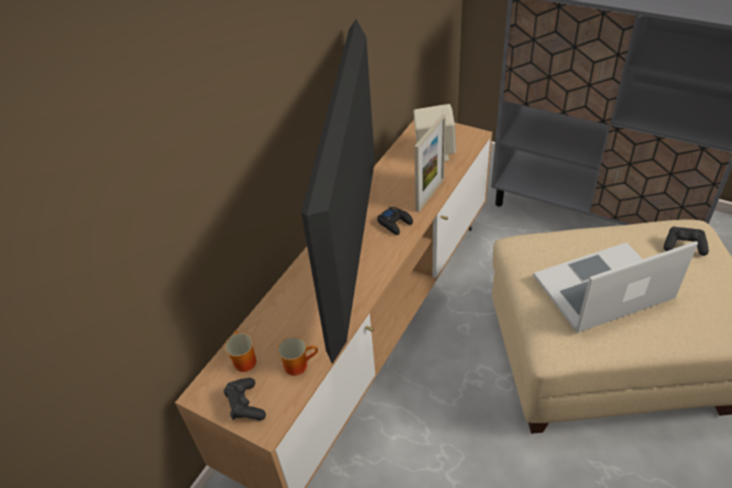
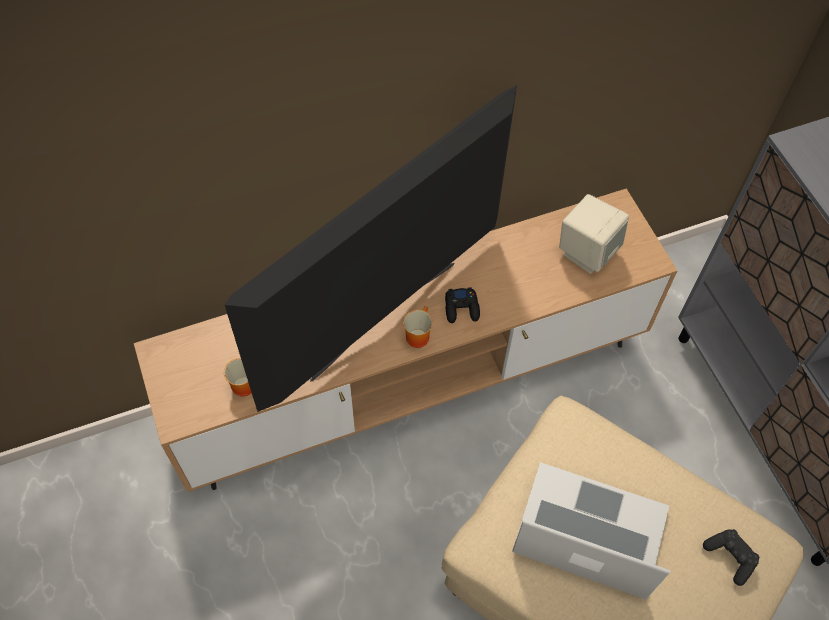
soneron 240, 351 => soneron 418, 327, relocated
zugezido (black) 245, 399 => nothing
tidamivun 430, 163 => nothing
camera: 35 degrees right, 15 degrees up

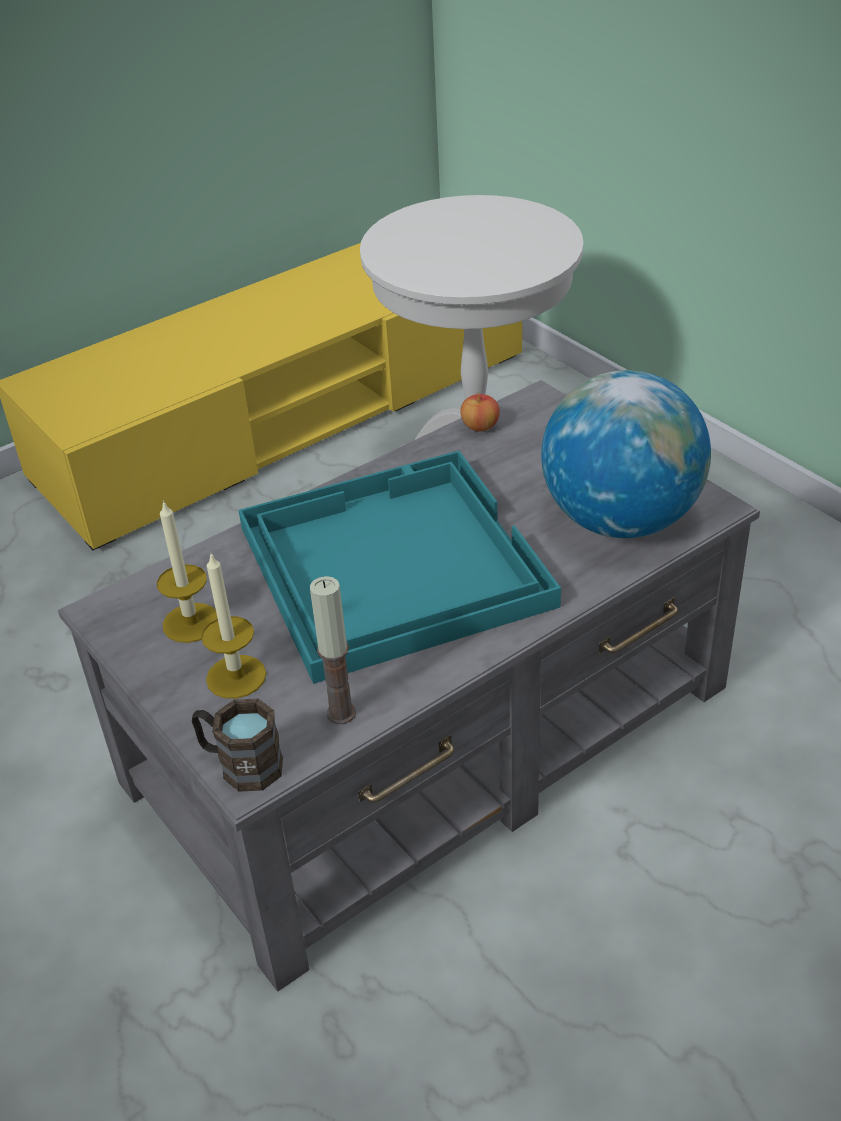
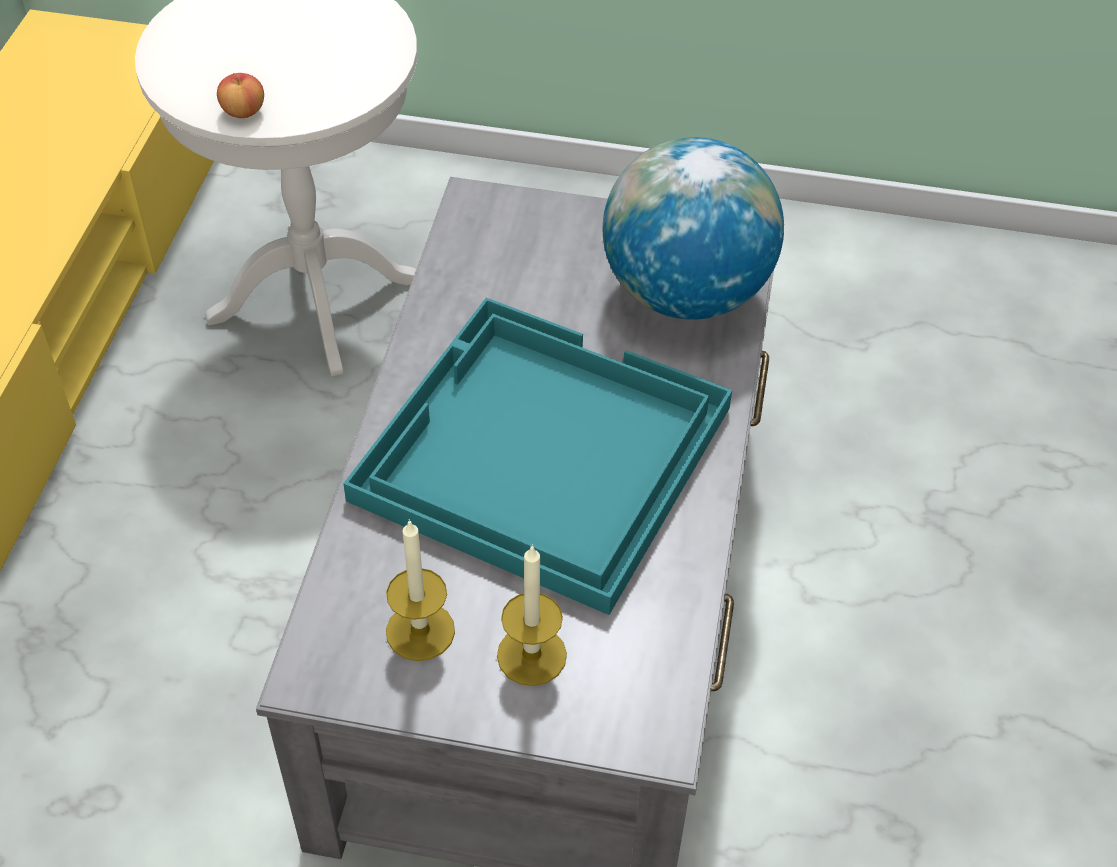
soneron (brown) 237, 744 => nothing
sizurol 333, 650 => nothing
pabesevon 480, 412 => pabesevon 240, 95, relocated
camera: 45 degrees left, 10 degrees up

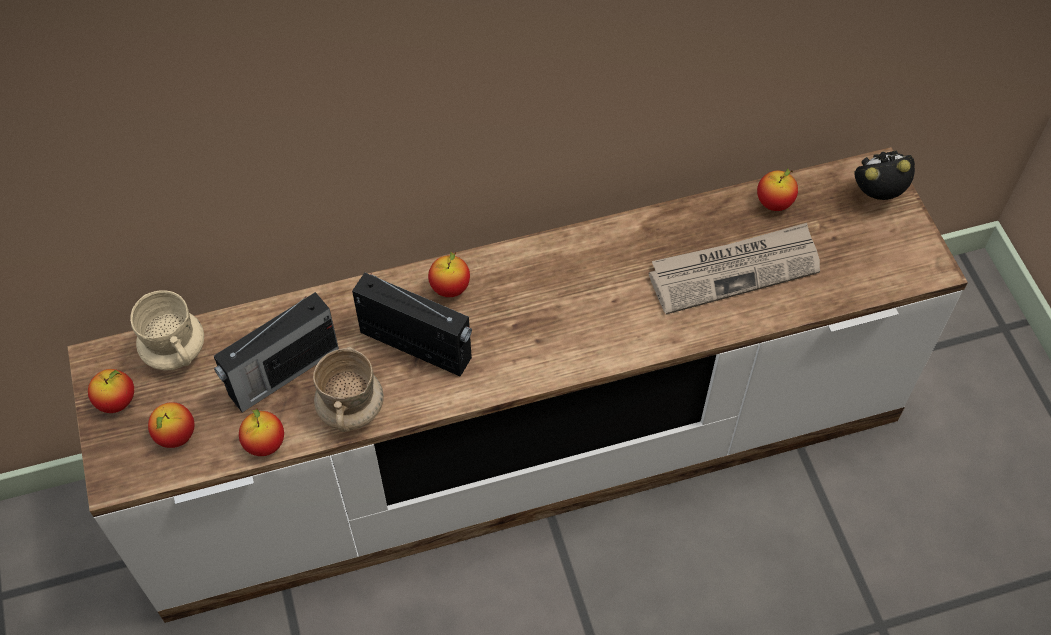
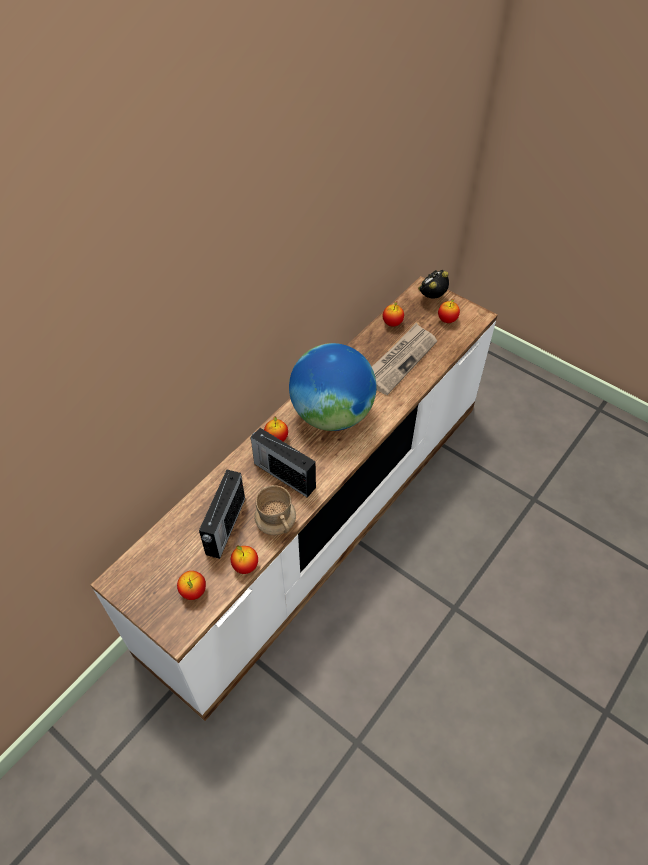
pabesevon 111, 391 => pabesevon 449, 311, relocated
soneron (beige) 167, 330 => nothing
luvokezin 412, 325 => luvokezin 283, 463, 135 degrees counterclockwise
nothing => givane 333, 387
camera: 35 degrees left, 5 degrees down

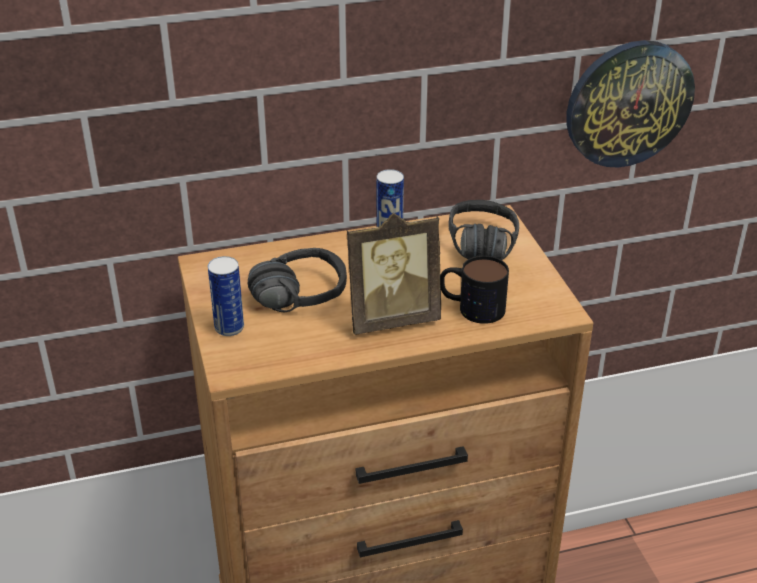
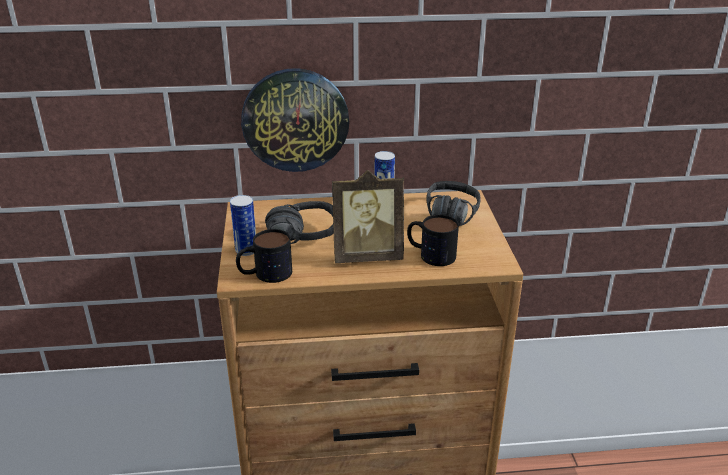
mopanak 630, 104 => mopanak 295, 120, relocated
nothing => soneron 264, 256
camera: 10 degrees right, 5 degrees down

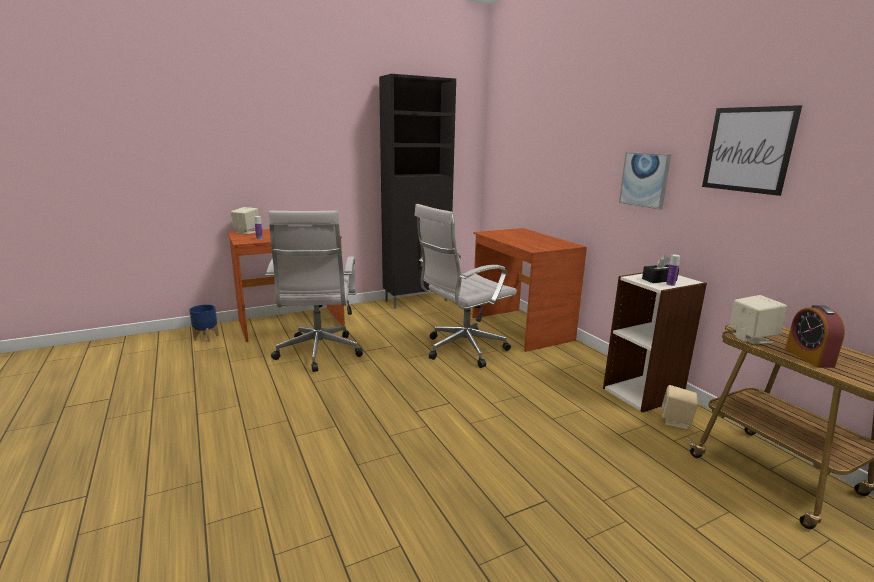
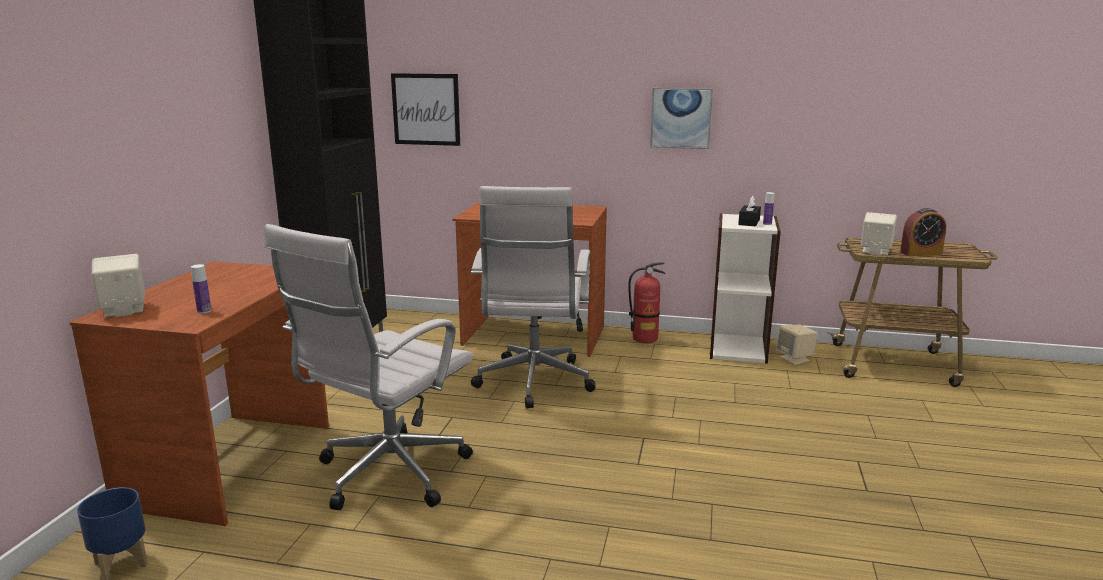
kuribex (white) 314, 291 => kuribex (white) 368, 367, 90 degrees clockwise
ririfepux 752, 150 => ririfepux 425, 109, relocated
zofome 815, 336 => zofome 923, 232, 45 degrees counterclockwise
nothing => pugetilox 647, 302
camera: 50 degrees left, 0 degrees up

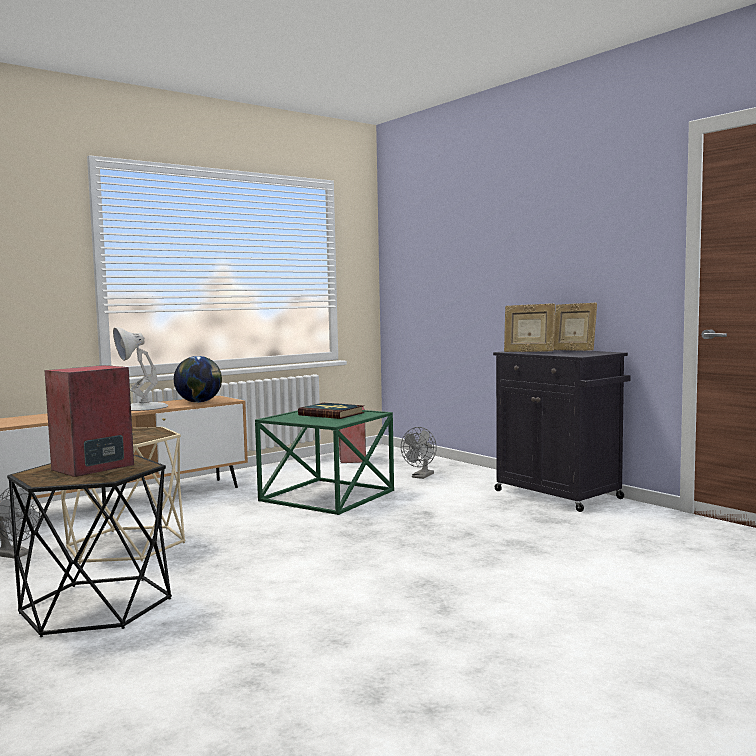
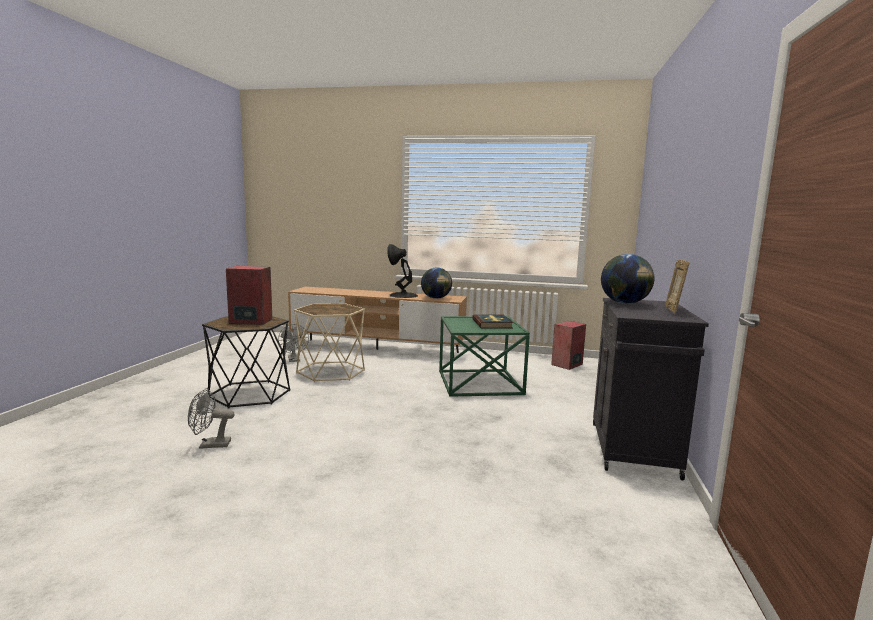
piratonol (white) 140, 369 => piratonol (black) 402, 271
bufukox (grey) 419, 453 => bufukox (grey) 211, 418, relocated
tidamivun 529, 327 => givane 628, 279
camera: 50 degrees right, 5 degrees up

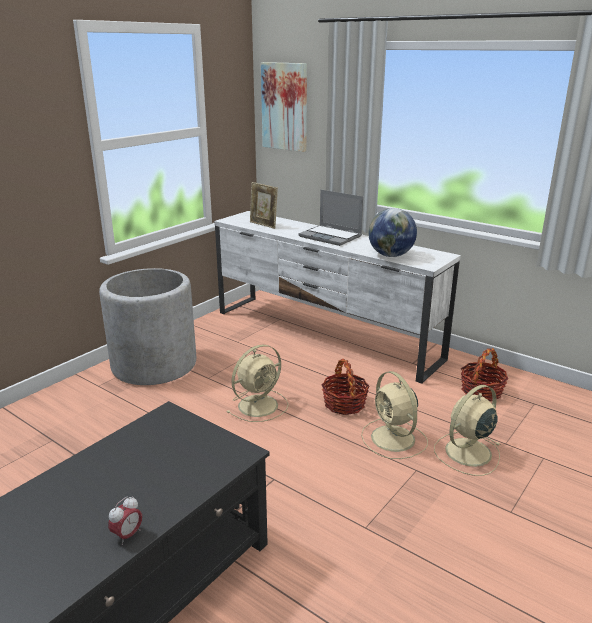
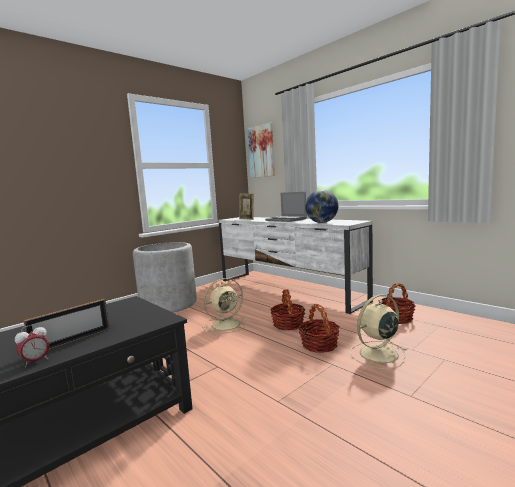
bufukox (beige) 394, 415 => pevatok 319, 328
nothing => tidamivun 66, 324
camera: 10 degrees right, 15 degrees down

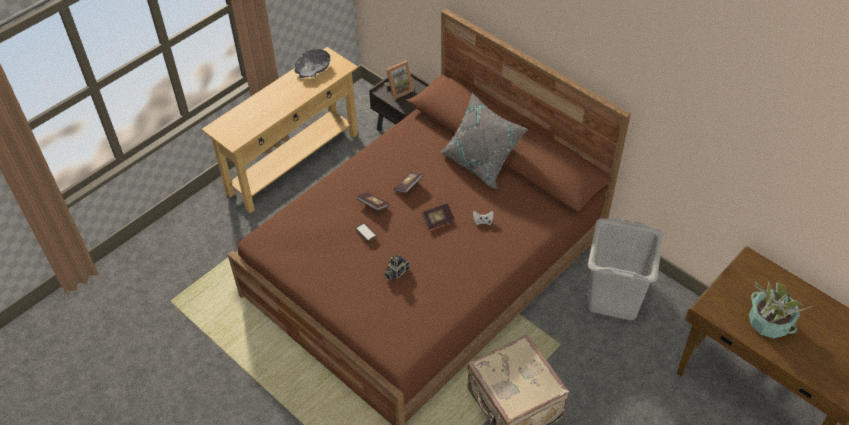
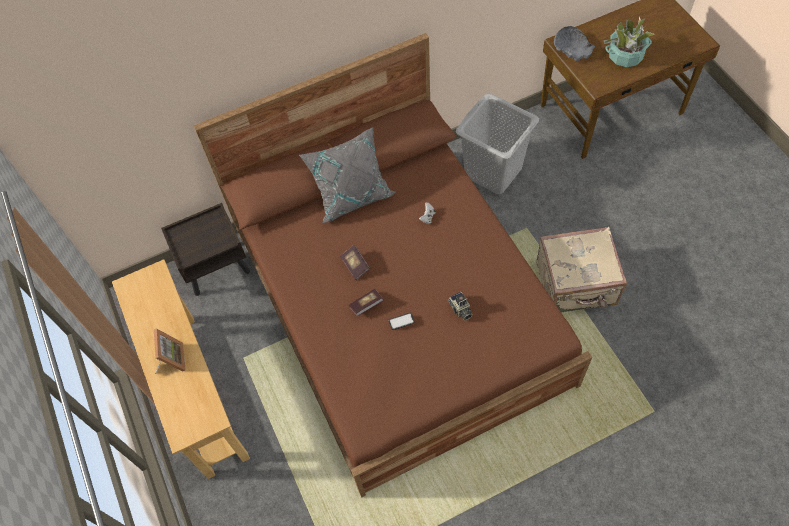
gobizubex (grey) 312, 63 => gobizubex (grey) 574, 43, relocated
tidamivun 399, 80 => tidamivun 170, 351, relocated
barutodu 438, 216 => nothing
camera: 65 degrees left, 10 degrees up

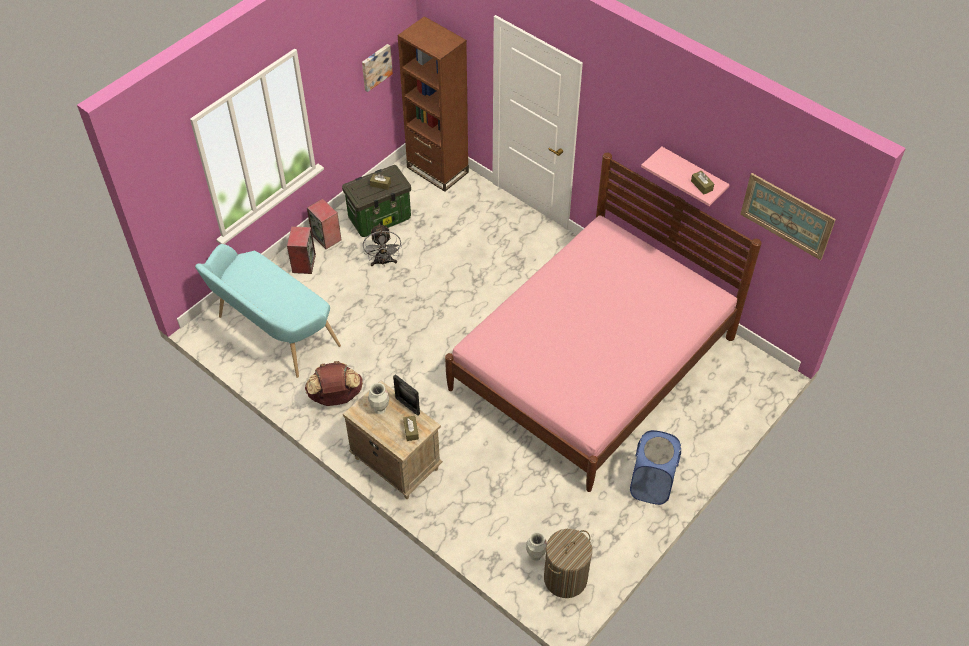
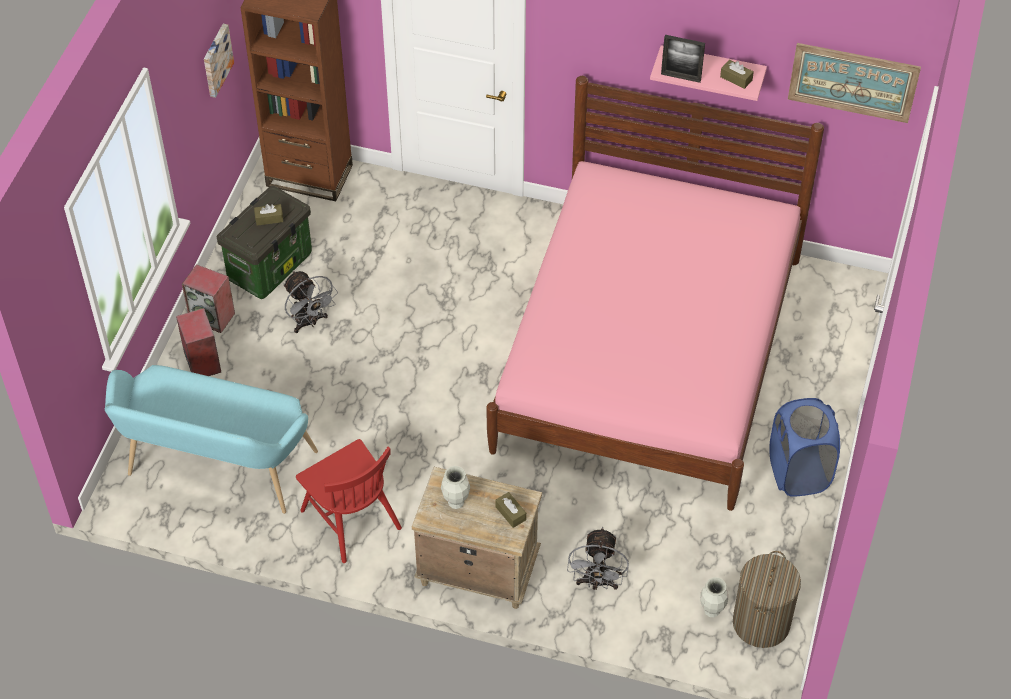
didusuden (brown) 334, 383 => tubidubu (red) 349, 501
tidamivun 406, 395 => tidamivun 683, 59, relocated
nothing => bufukox (grey) 598, 558
camera: 25 degrees left, 0 degrees up

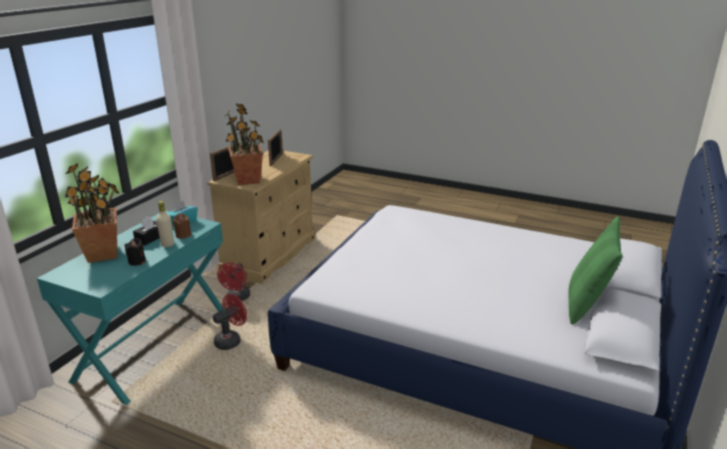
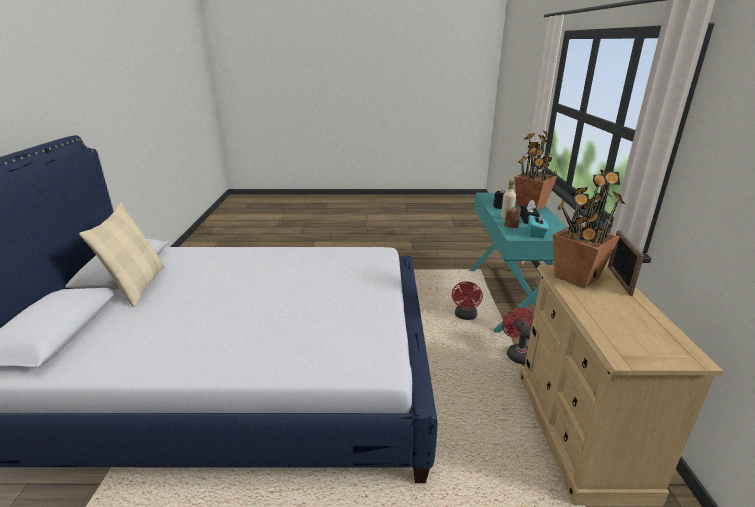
tidamivun 275, 147 => nothing
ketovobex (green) 595, 270 => ketovobex (beige) 122, 254
camera: 155 degrees right, 0 degrees up

